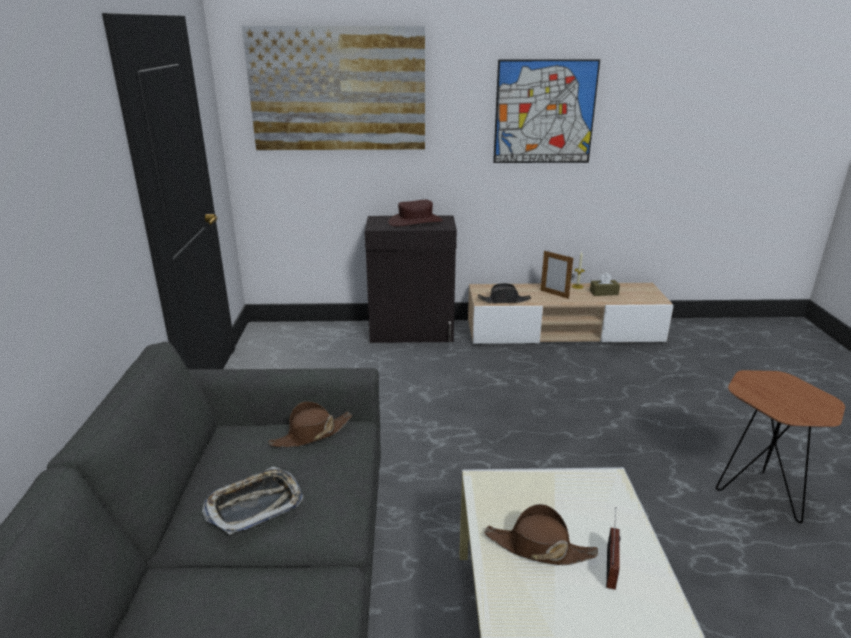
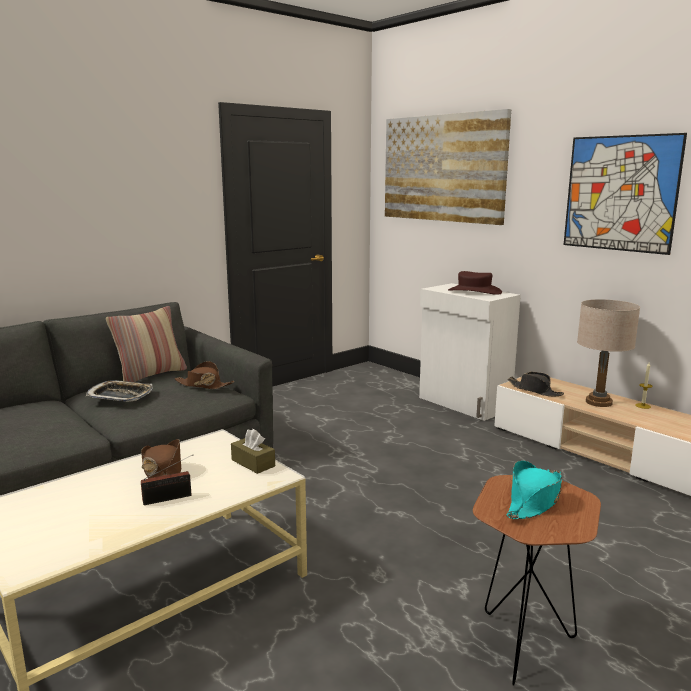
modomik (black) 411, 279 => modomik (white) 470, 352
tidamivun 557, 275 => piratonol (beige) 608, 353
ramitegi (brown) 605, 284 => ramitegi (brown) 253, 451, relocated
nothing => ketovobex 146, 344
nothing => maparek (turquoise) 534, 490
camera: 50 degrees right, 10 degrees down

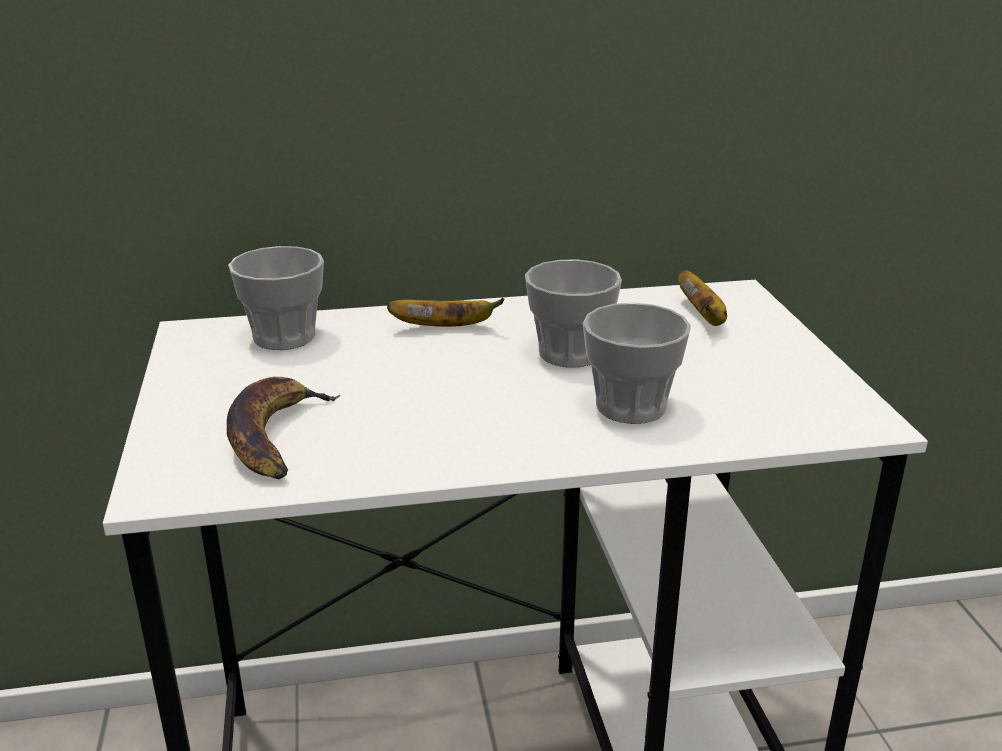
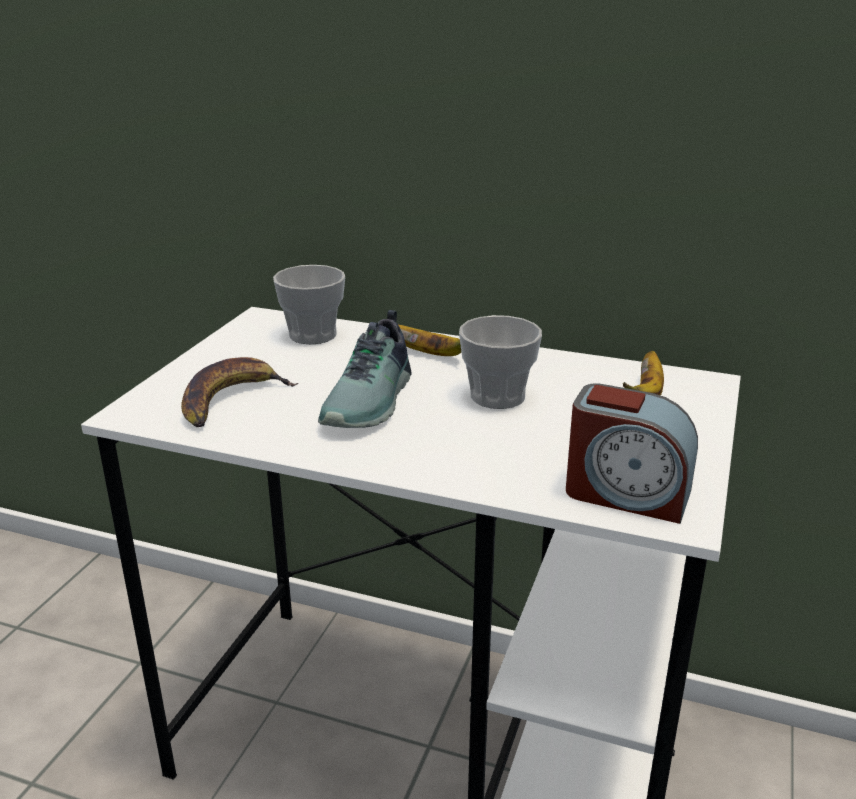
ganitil 637, 363 => nothing
nothing => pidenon 364, 369
nothing => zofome 632, 453
camera: 30 degrees right, 0 degrees up

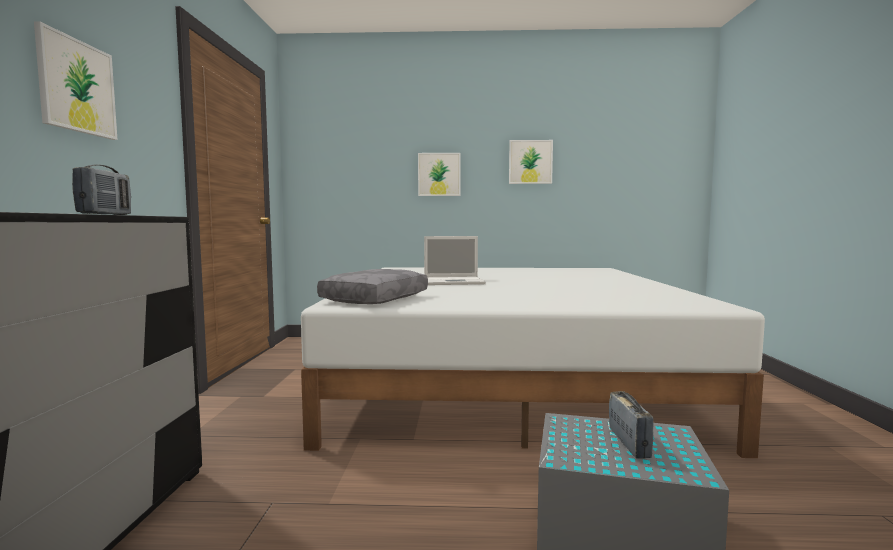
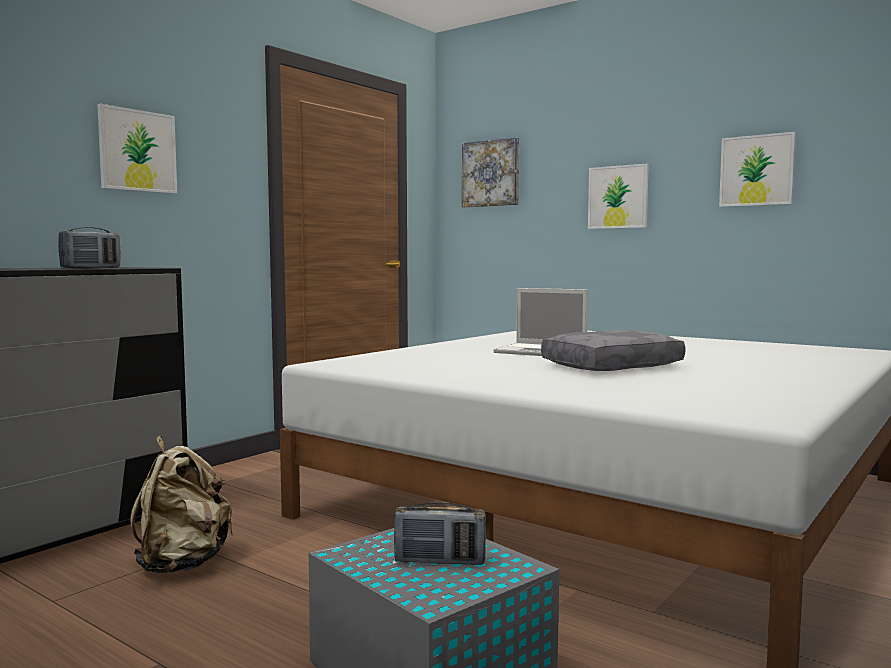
ketovobex (grey) 372, 286 => ketovobex (grey) 613, 350, relocated
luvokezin 631, 425 => luvokezin 440, 533, 60 degrees clockwise
nothing => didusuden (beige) 181, 504
nothing => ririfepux 490, 172
camera: 35 degrees right, 0 degrees up

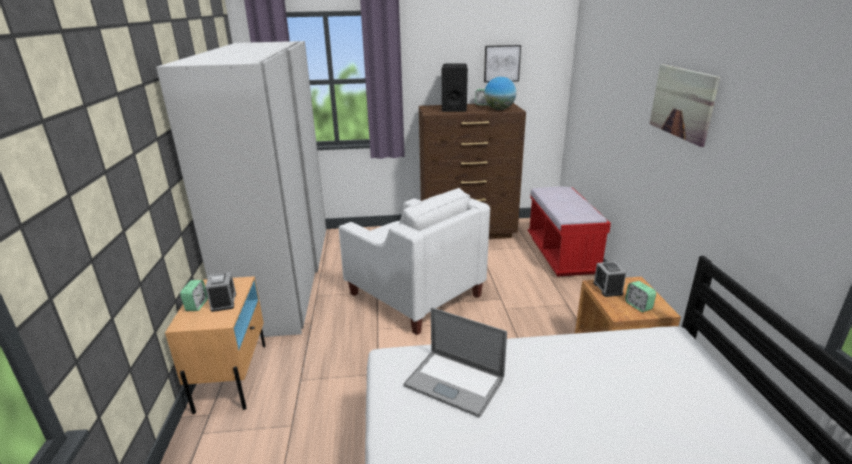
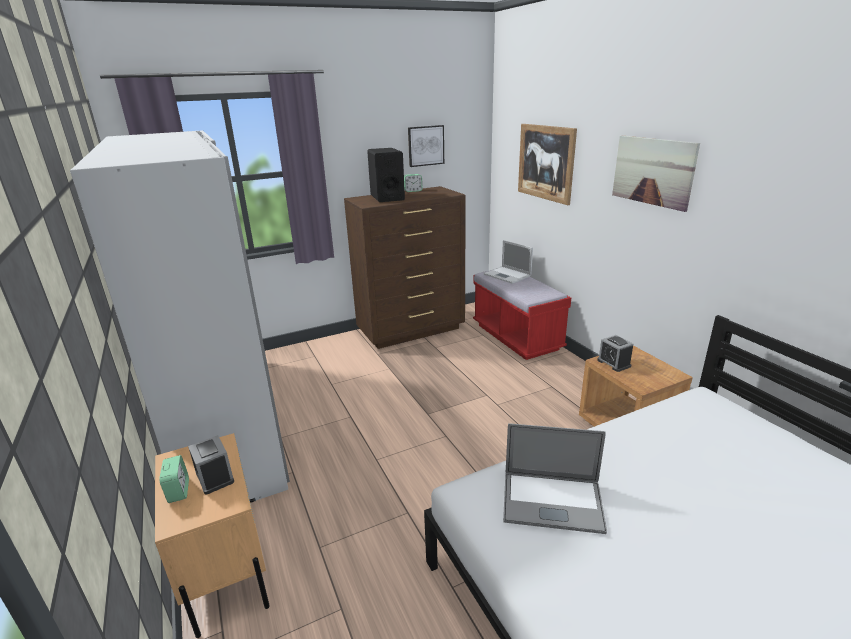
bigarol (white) 414, 261 => nothing
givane 500, 93 => nothing
zofome 640, 296 => nothing
nothing => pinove 508, 262
nothing => ririfepux 547, 164
camera: 20 degrees left, 0 degrees up

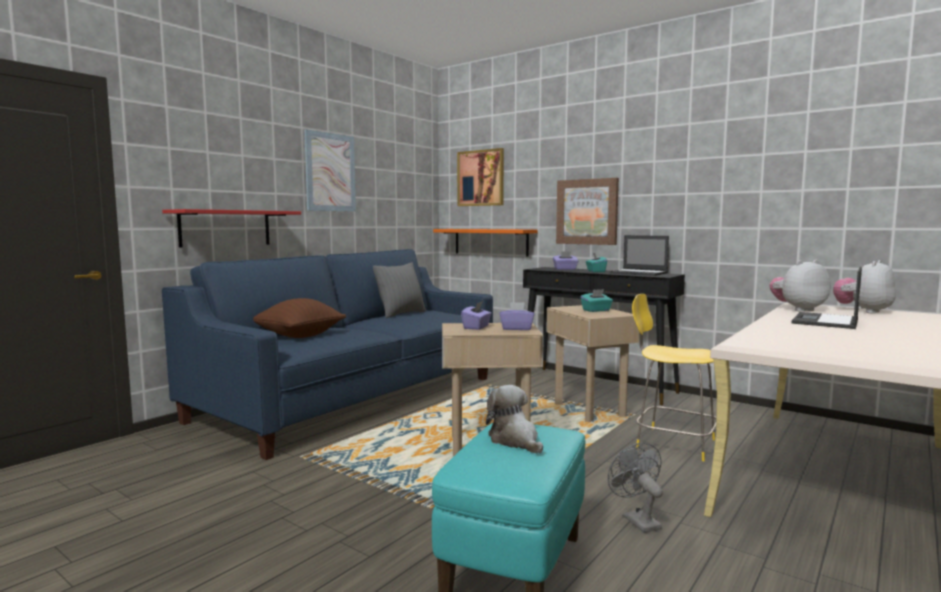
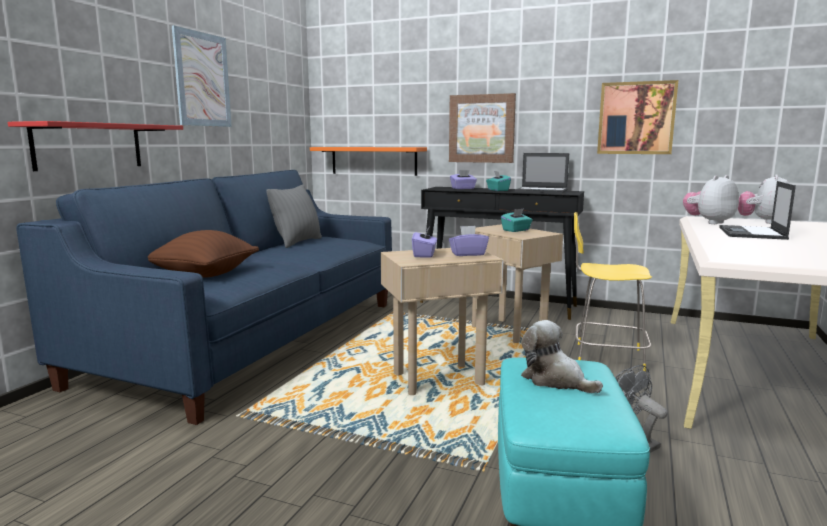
ririfepux 480, 177 => ririfepux 637, 117, relocated
camera: 15 degrees left, 5 degrees up

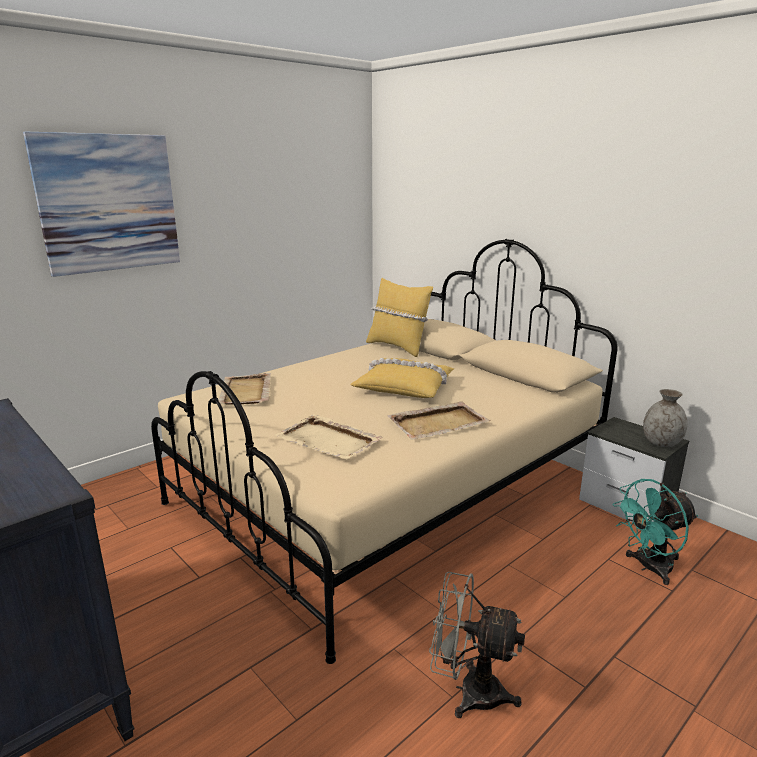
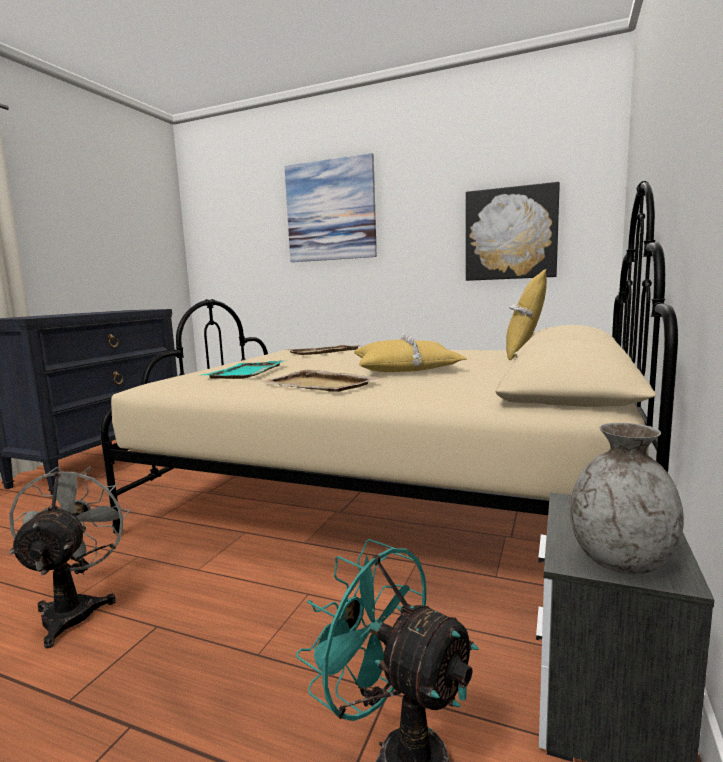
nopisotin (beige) 328, 436 => nopisotin (turquoise) 243, 369
nothing => ririfepux 513, 231
camera: 65 degrees right, 10 degrees down

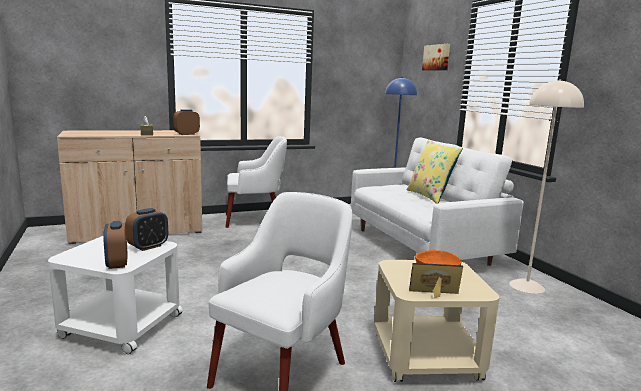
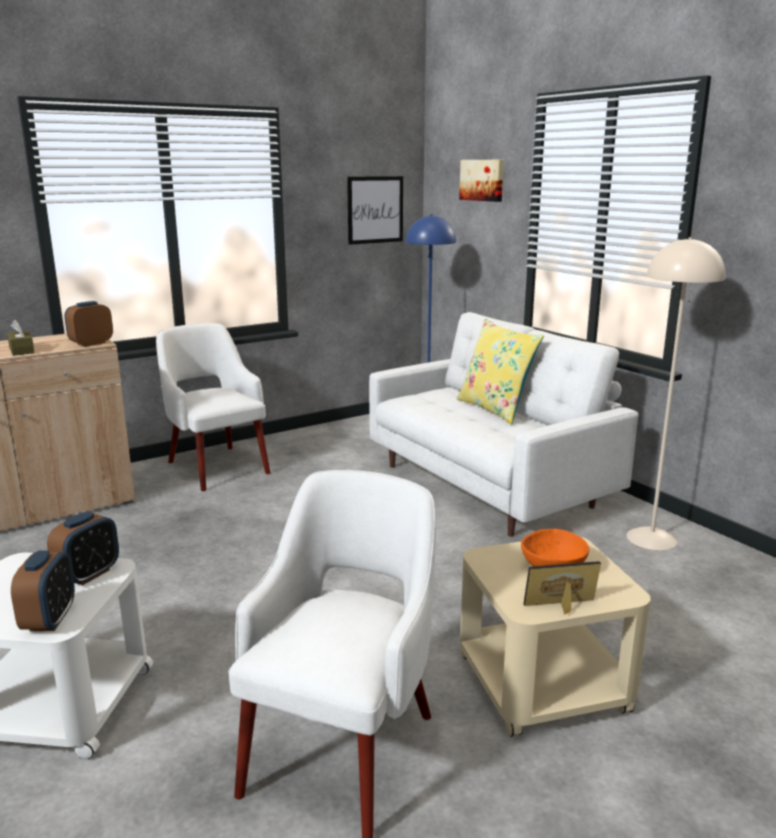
zofome 115, 245 => zofome 43, 590, 150 degrees counterclockwise
bigarol (white) 256, 182 => bigarol (white) 213, 407, 105 degrees counterclockwise
nothing => ririfepux 375, 210
camera: 10 degrees left, 5 degrees up

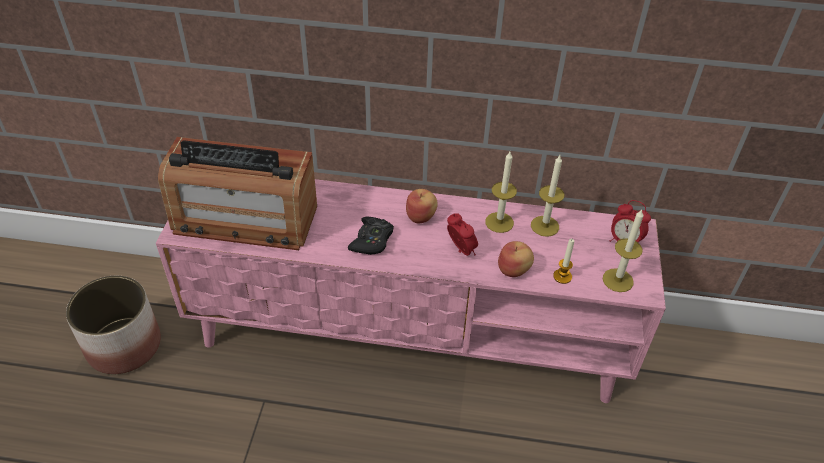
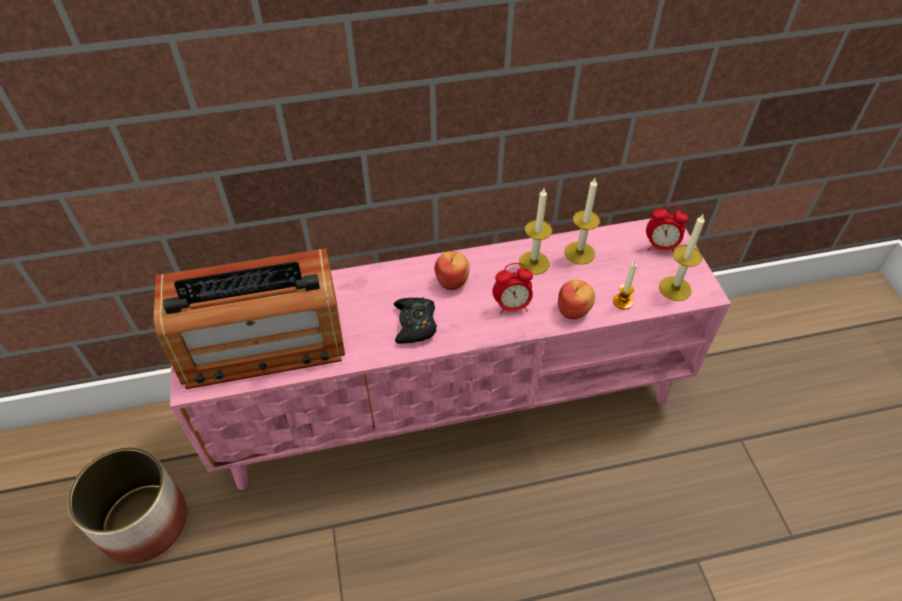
zofome 462, 234 => zofome 513, 289, 135 degrees clockwise
camera: 20 degrees left, 5 degrees up

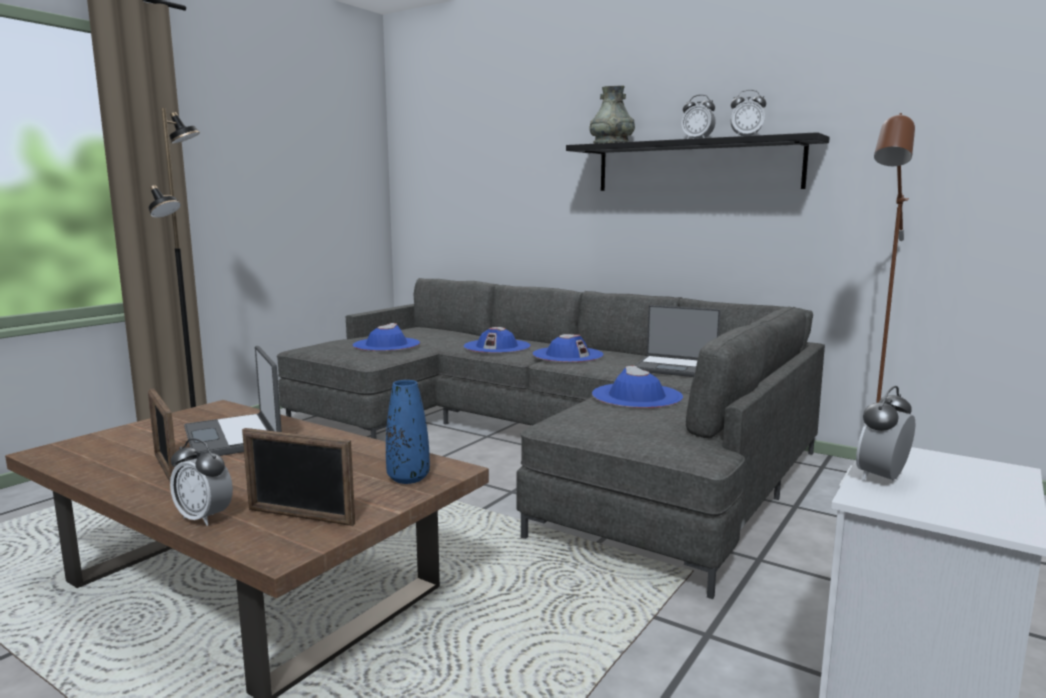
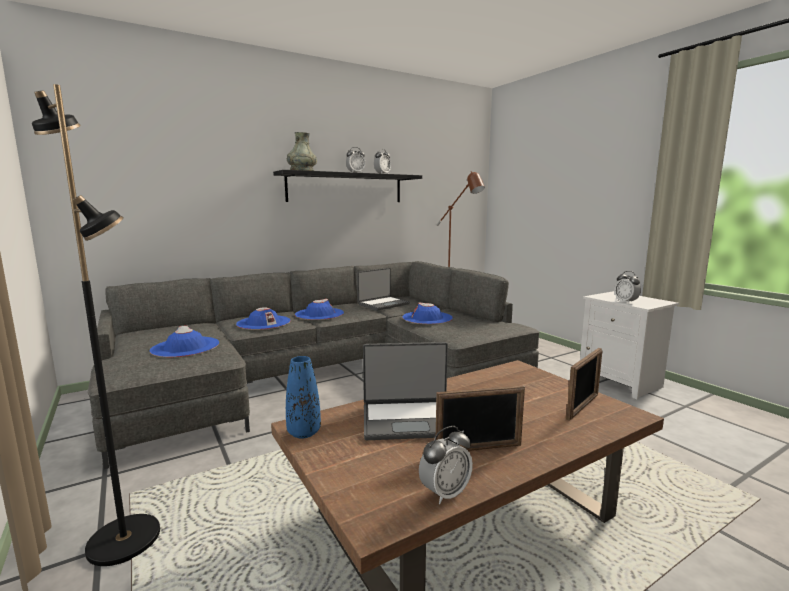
zofome 201, 482 => zofome 446, 465, relocated
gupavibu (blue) 408, 432 => gupavibu (blue) 303, 397, relocated
camera: 65 degrees left, 0 degrees up

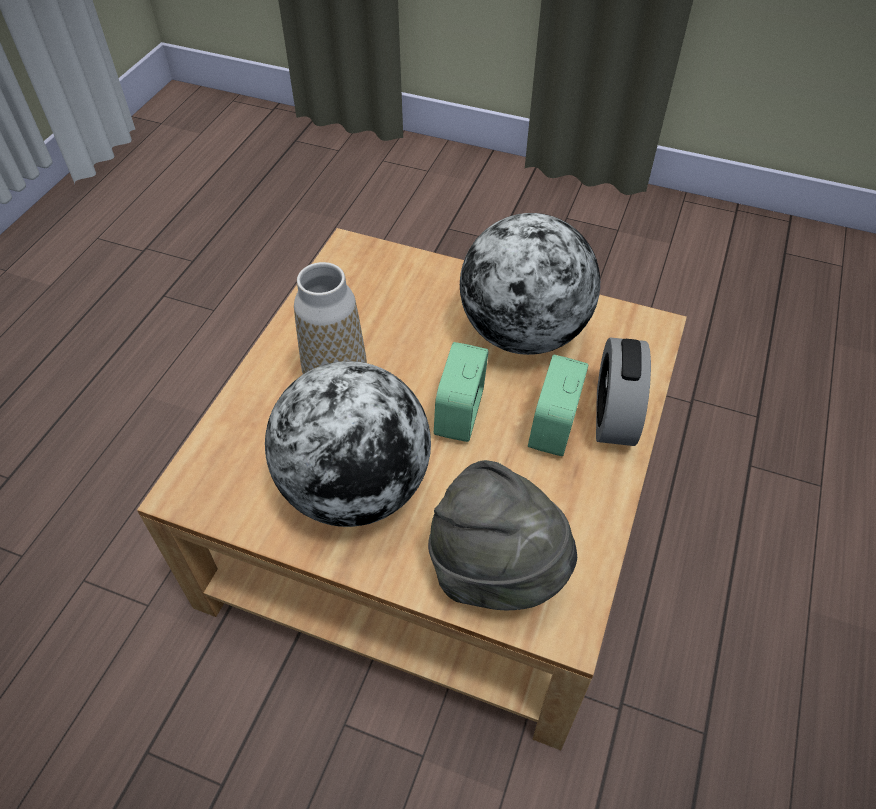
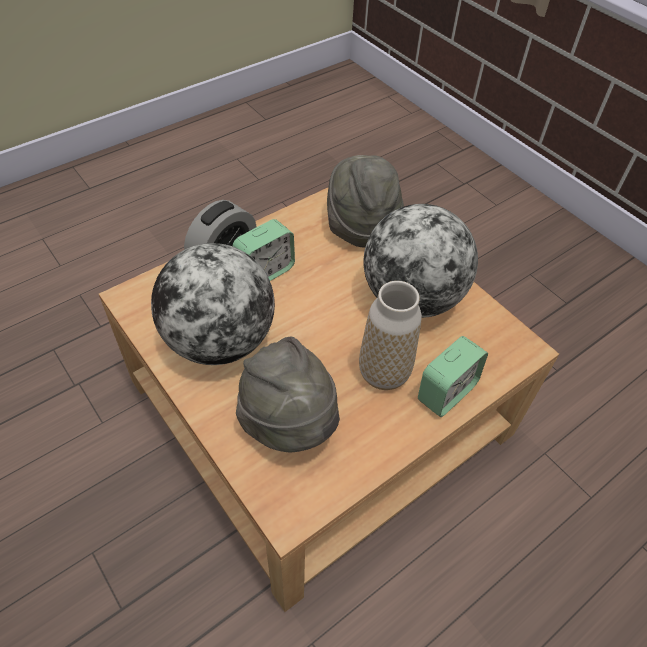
zofome 461, 392 => zofome 453, 376, relocated
nothing => maparek (grey) 288, 394
camera: 150 degrees left, 0 degrees up

